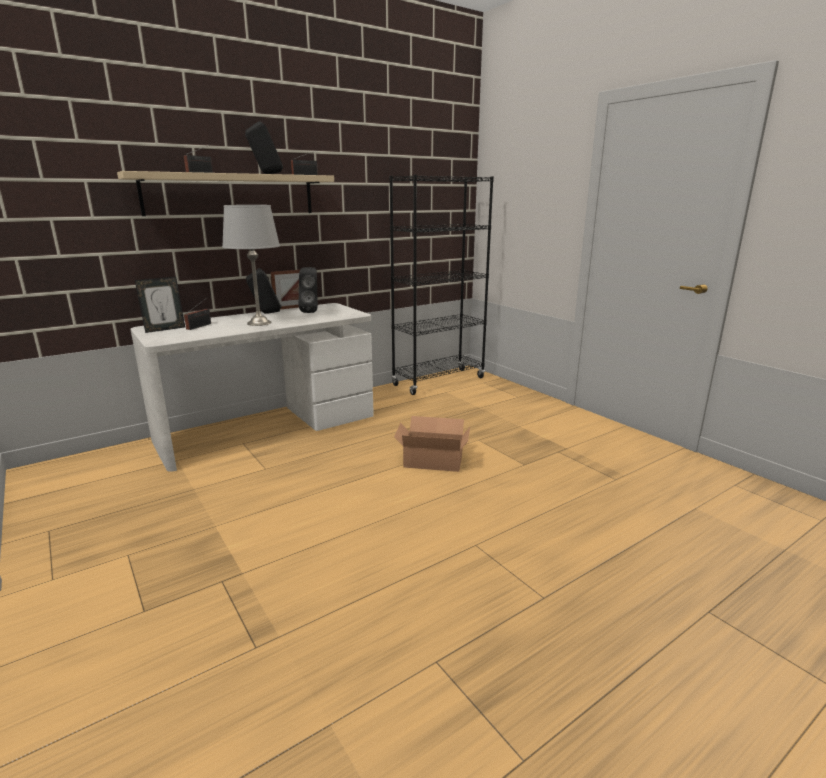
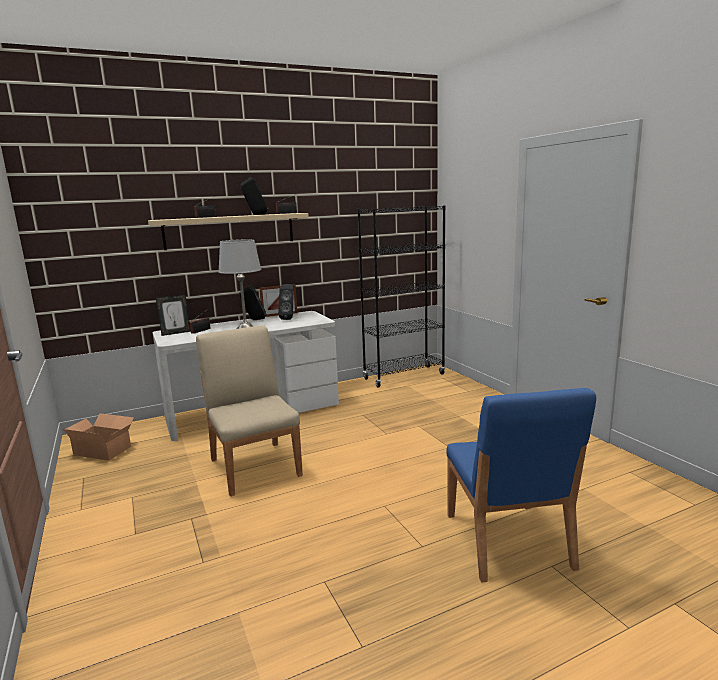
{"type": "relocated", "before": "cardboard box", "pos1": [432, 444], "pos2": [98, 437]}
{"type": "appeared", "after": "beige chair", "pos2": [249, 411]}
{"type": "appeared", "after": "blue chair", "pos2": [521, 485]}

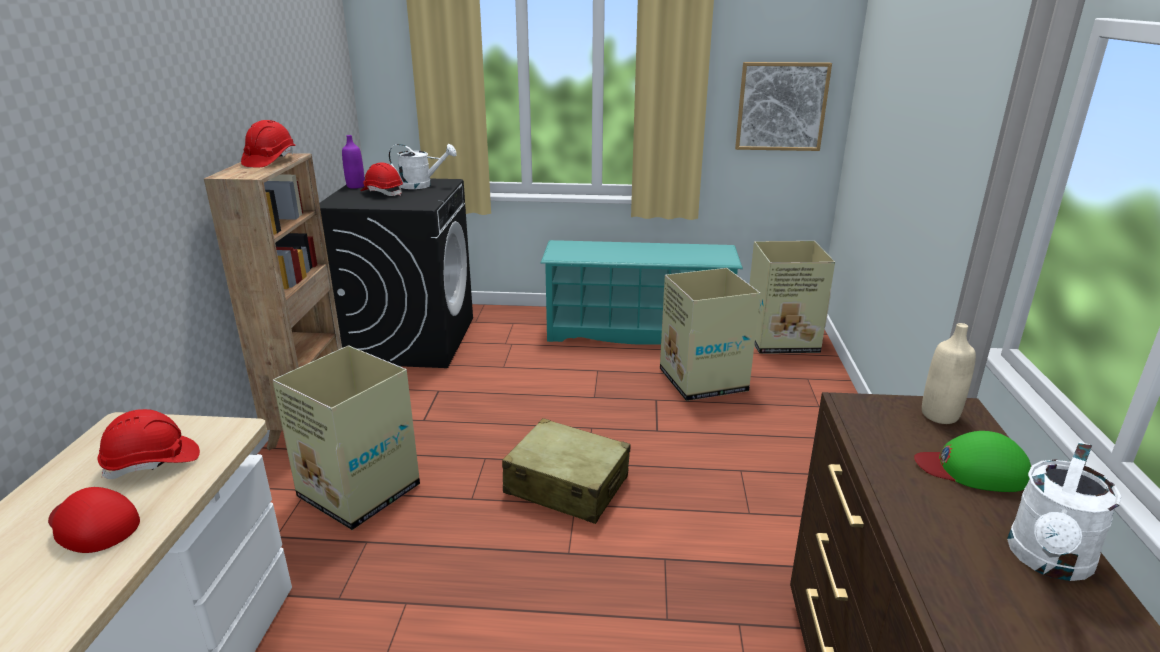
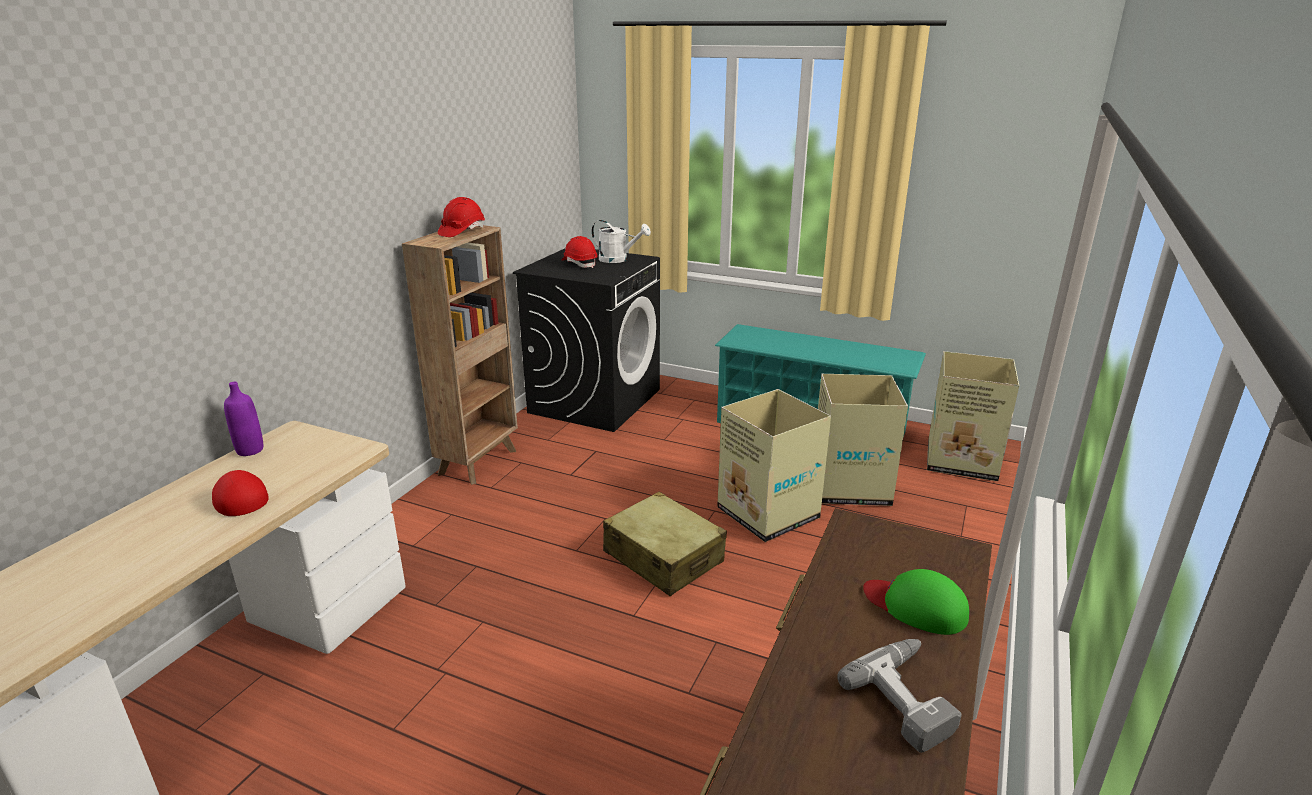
{"type": "missing", "before": "picture", "pos1": [783, 106]}
{"type": "relocated", "before": "purple bottle", "pos1": [353, 162], "pos2": [243, 419]}
{"type": "missing", "before": "beige bottle", "pos1": [949, 373]}
{"type": "relocated", "before": "cardboard box", "pos1": [346, 438], "pos2": [774, 465]}
{"type": "missing", "before": "red hard hat", "pos1": [148, 444]}
{"type": "exchanged", "before": "white watering can", "after": "power drill", "pos1": [1064, 511], "pos2": [899, 696]}

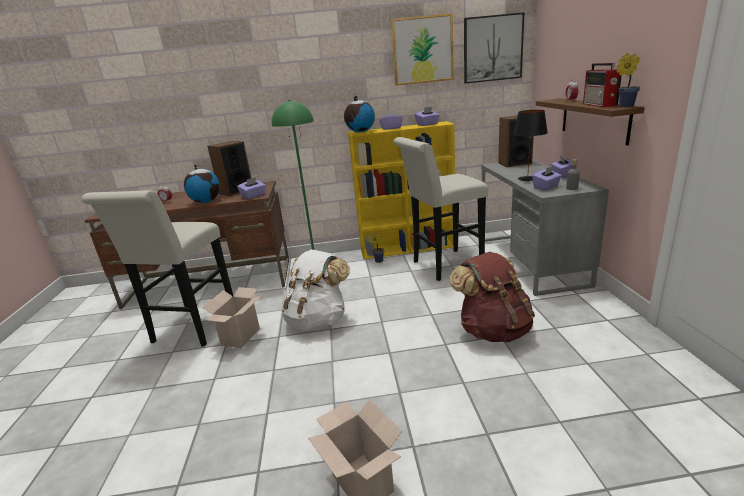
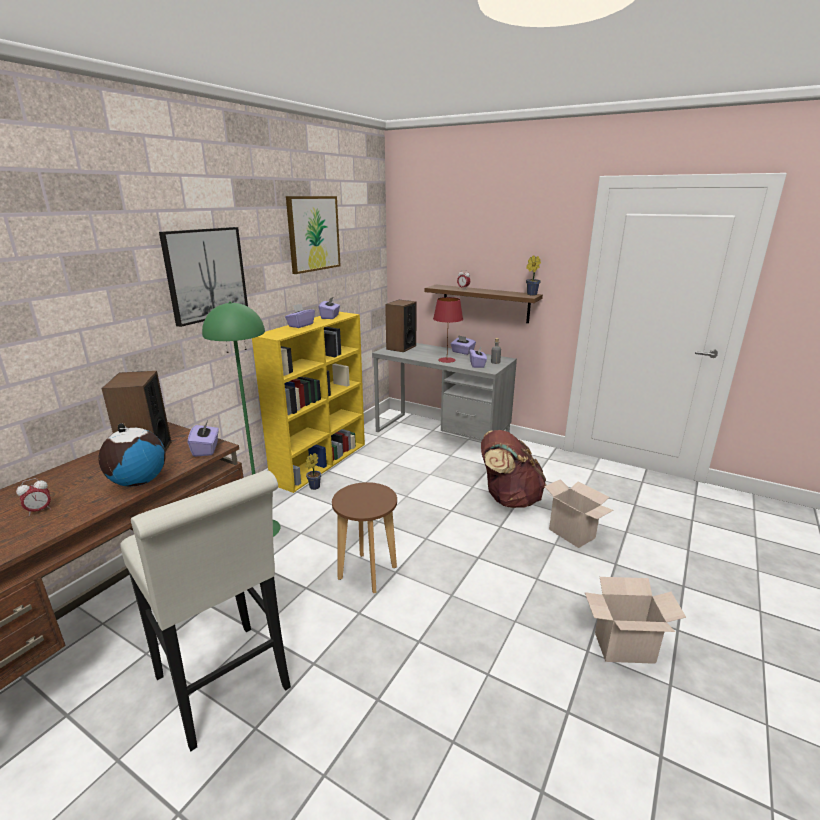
{"type": "relocated", "before": "picture", "pos1": [494, 48], "pos2": [203, 277]}
{"type": "missing", "before": "radio", "pos1": [602, 85]}
{"type": "missing", "before": "globe", "pos1": [359, 114]}
{"type": "colour", "before": "black table lamp", "after": "red table lamp", "pos1": [530, 145], "pos2": [448, 330]}
{"type": "missing", "before": "white stool", "pos1": [441, 209]}
{"type": "exchanged", "before": "white backpack", "after": "brown stool", "pos1": [315, 290], "pos2": [364, 537]}
{"type": "relocated", "before": "cardboard box", "pos1": [231, 317], "pos2": [578, 513]}

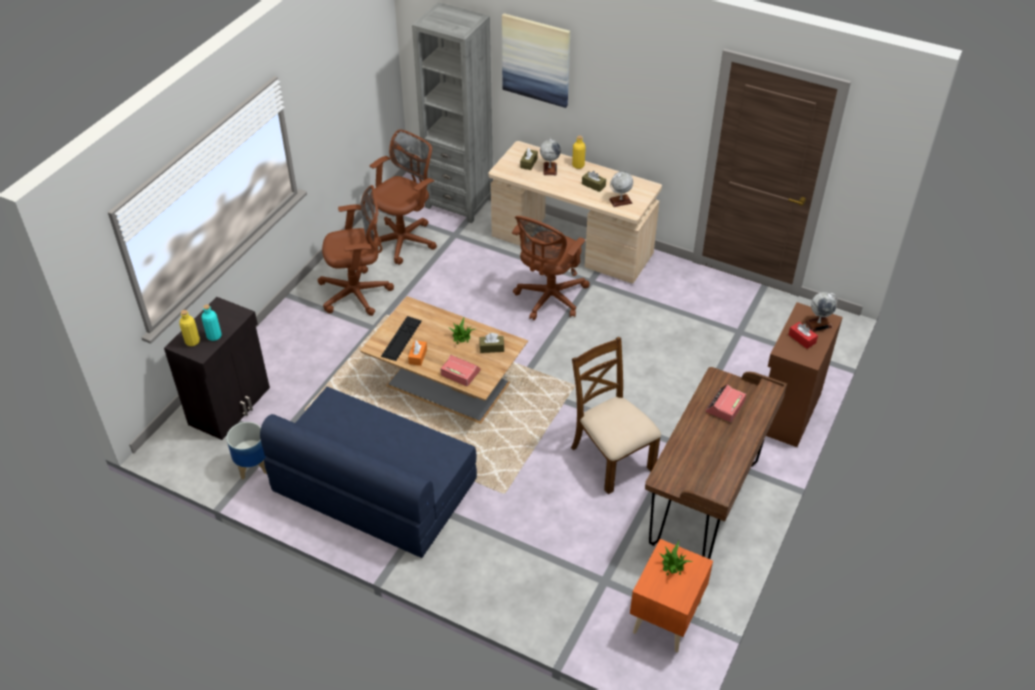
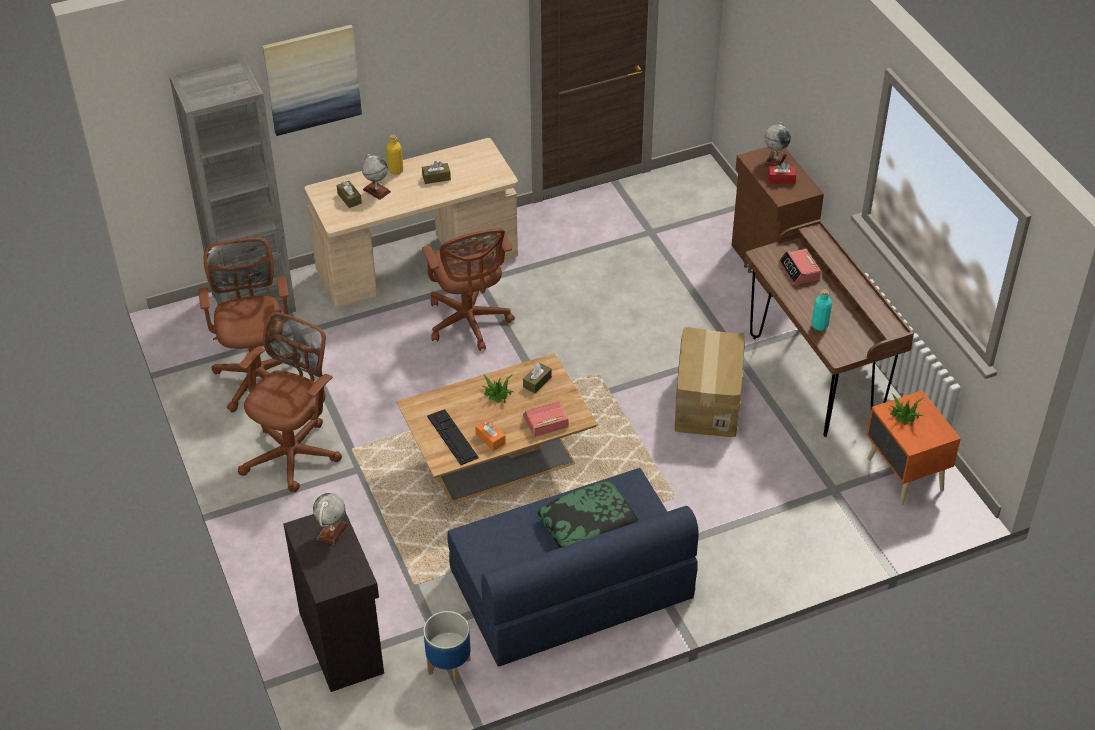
{"type": "relocated", "before": "globe", "pos1": [621, 189], "pos2": [330, 519]}
{"type": "relocated", "before": "turquoise bottle", "pos1": [211, 322], "pos2": [822, 310]}
{"type": "missing", "before": "yellow bottle", "pos1": [189, 328]}
{"type": "exchanged", "before": "brown chair", "after": "cardboard box", "pos1": [616, 415], "pos2": [710, 382]}
{"type": "appeared", "after": "pillow", "pos2": [588, 514]}

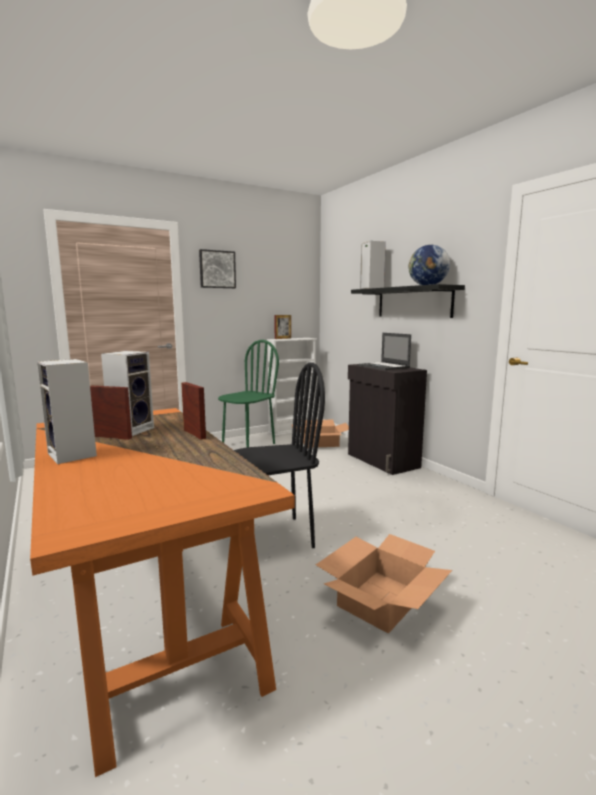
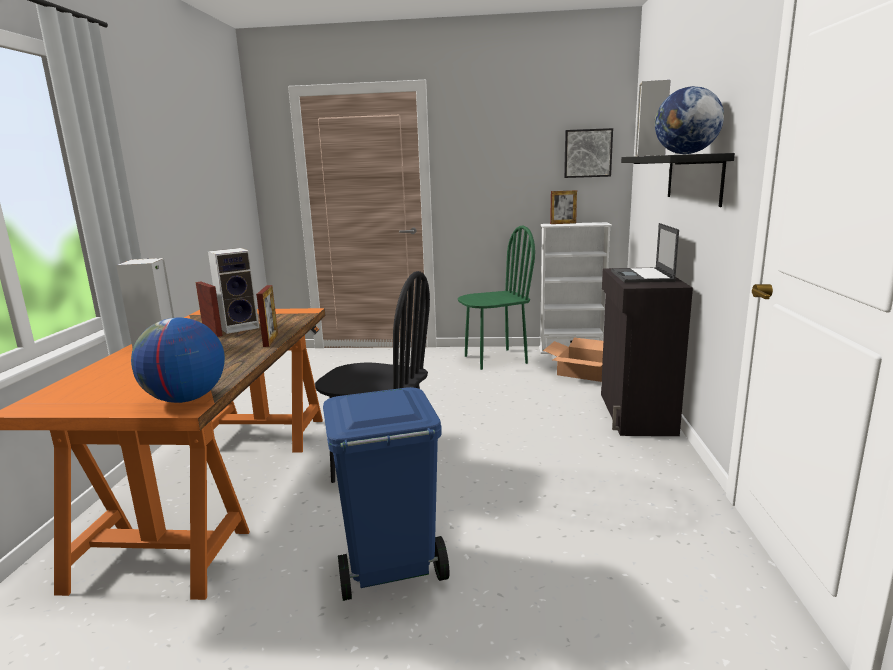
{"type": "relocated", "before": "picture", "pos1": [217, 268], "pos2": [588, 153]}
{"type": "exchanged", "before": "cardboard box", "after": "blue trash can", "pos1": [384, 584], "pos2": [386, 494]}
{"type": "appeared", "after": "globe", "pos2": [178, 360]}

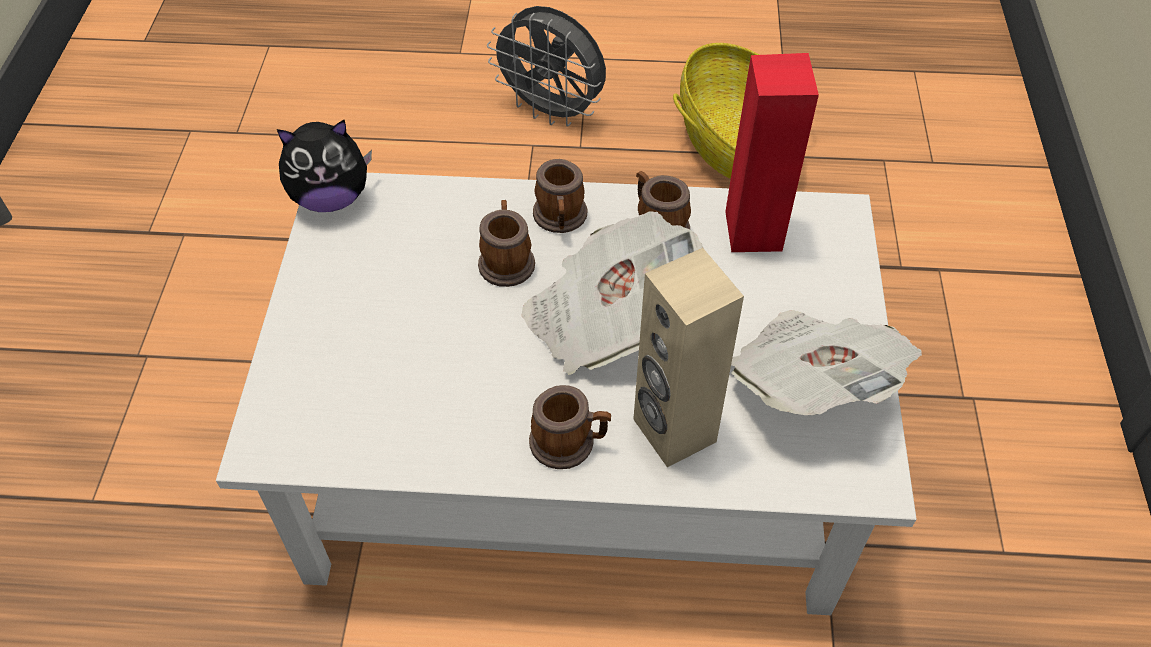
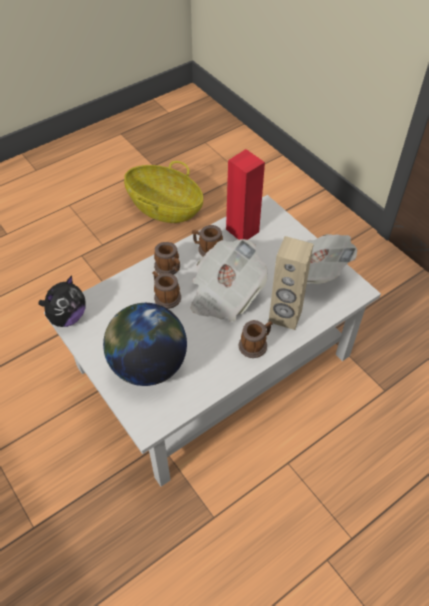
{"type": "missing", "before": "grey fan", "pos1": [546, 66]}
{"type": "appeared", "after": "globe", "pos2": [145, 344]}

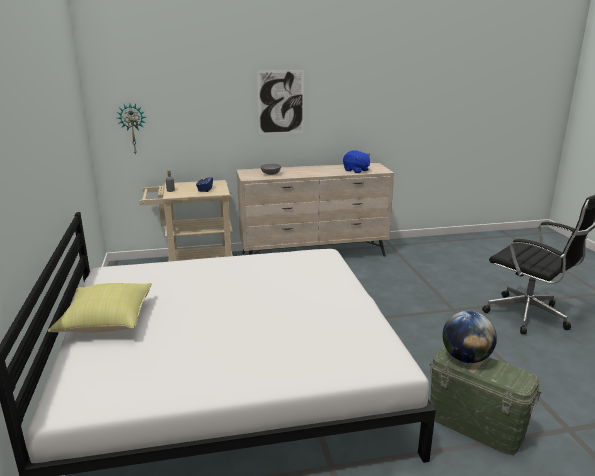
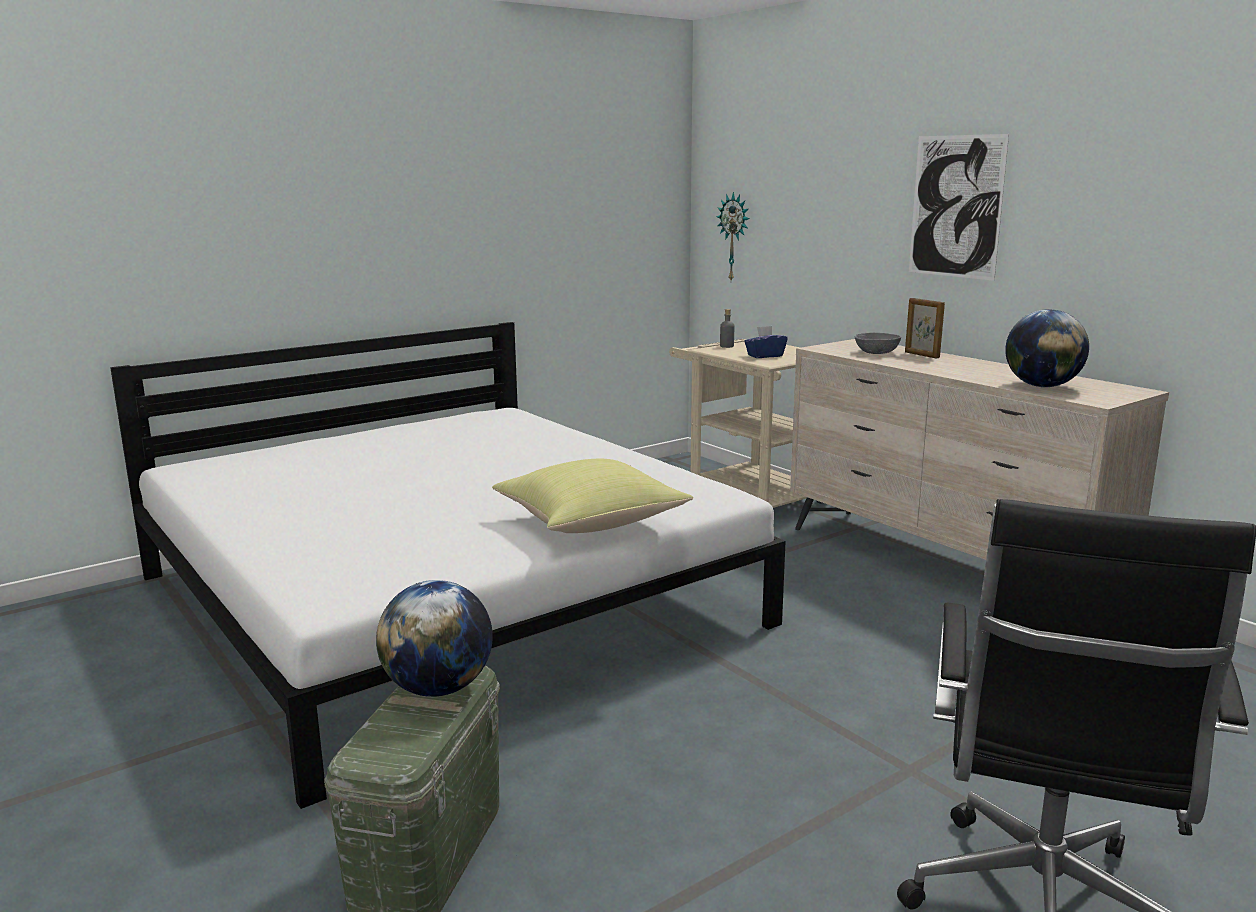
{"type": "exchanged", "before": "blue plush toy", "after": "globe", "pos1": [356, 161], "pos2": [1047, 348]}
{"type": "relocated", "before": "yellow pillow", "pos1": [100, 307], "pos2": [592, 496]}
{"type": "appeared", "after": "picture frame", "pos2": [925, 328]}

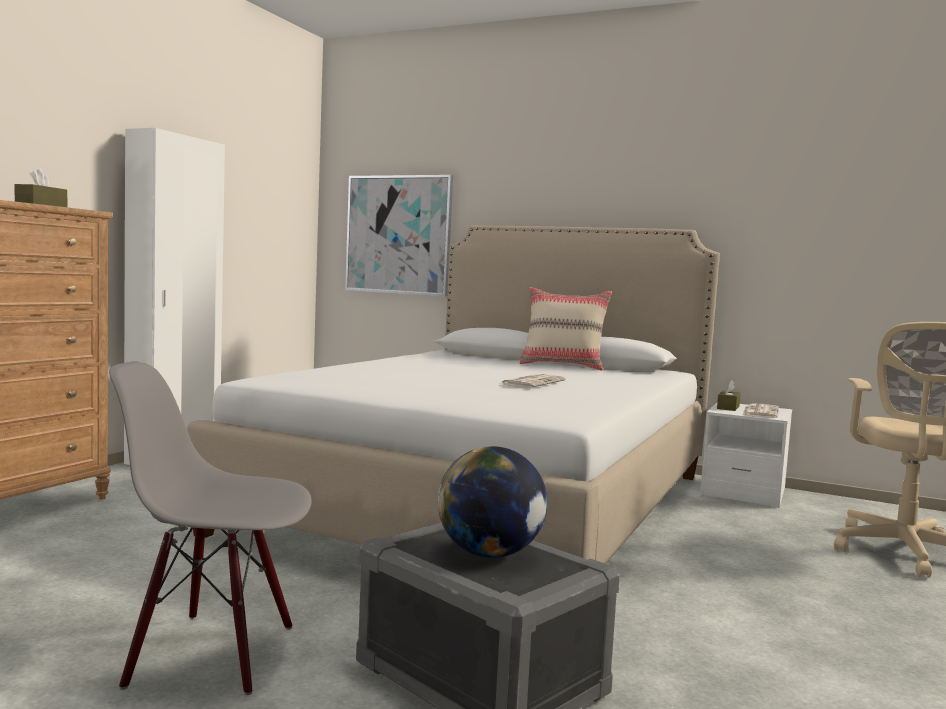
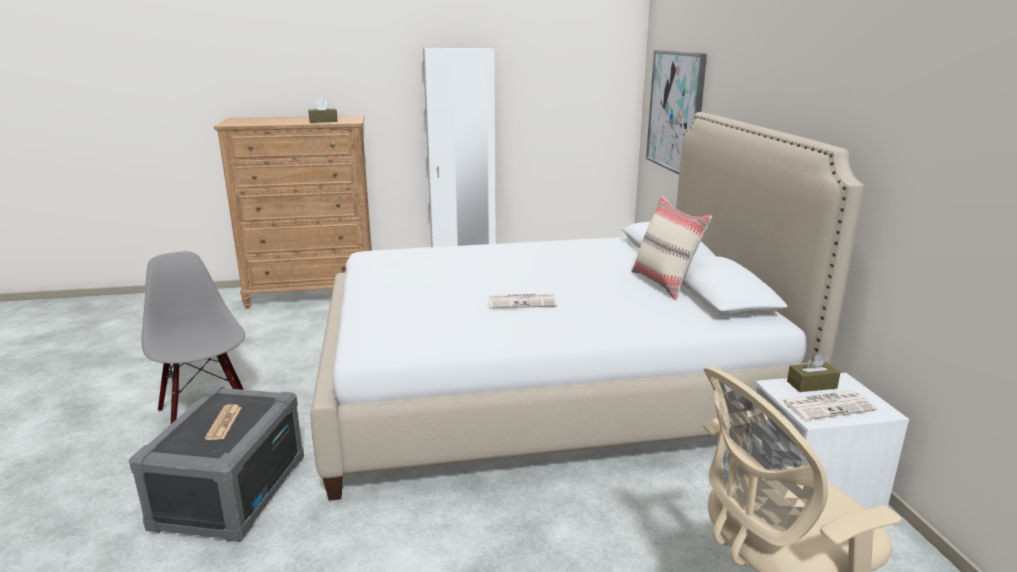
{"type": "exchanged", "before": "globe", "after": "newspaper", "pos1": [492, 502], "pos2": [223, 422]}

